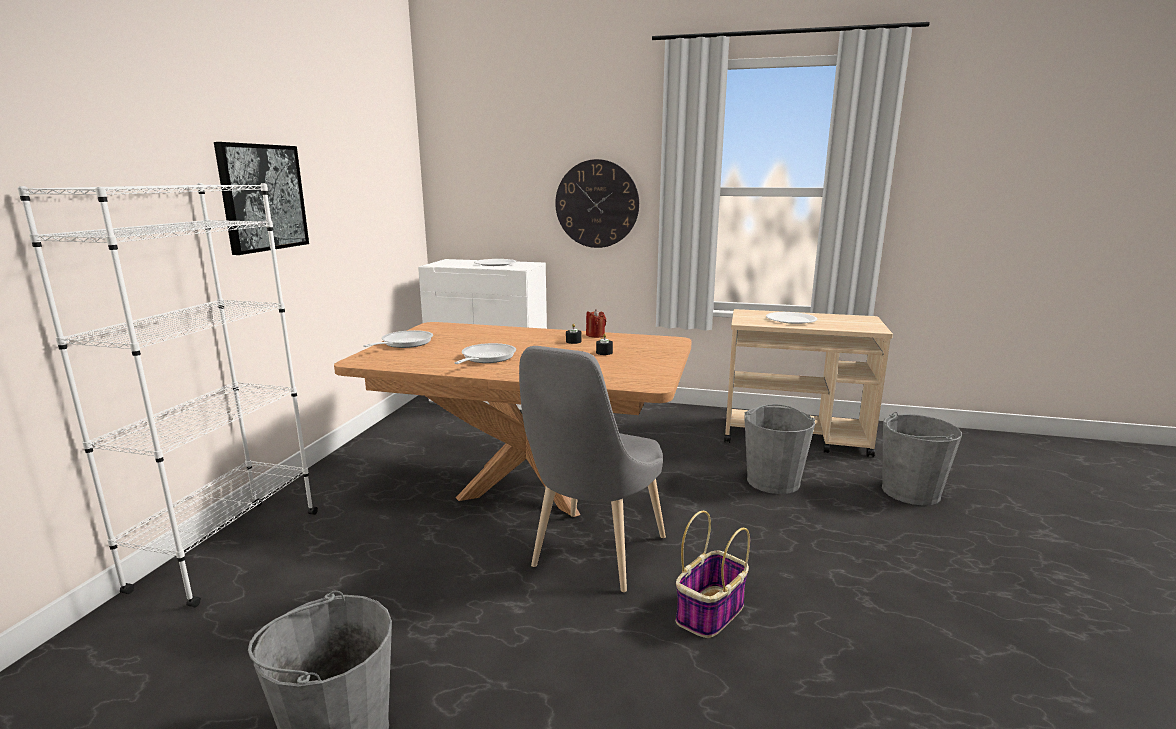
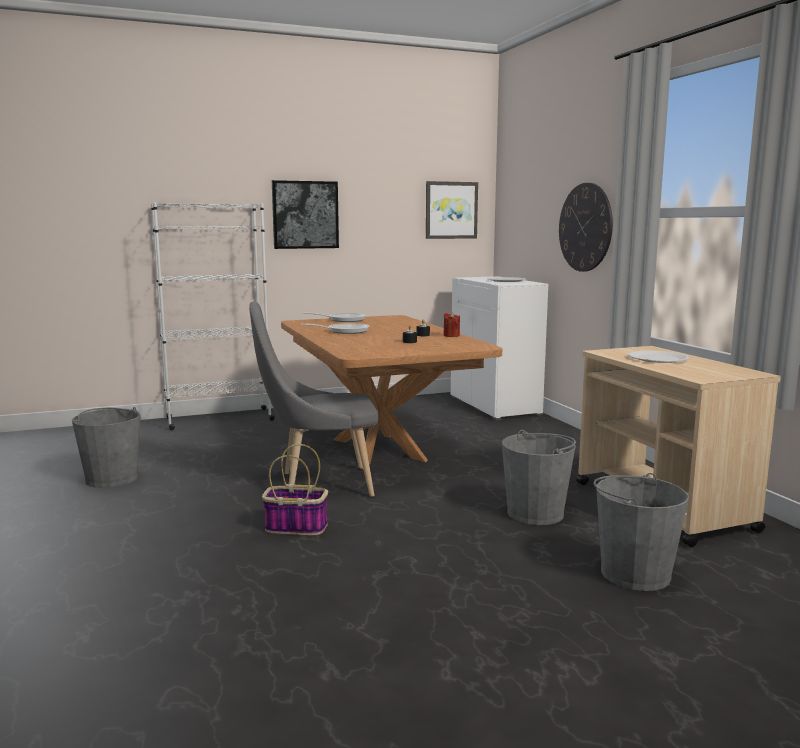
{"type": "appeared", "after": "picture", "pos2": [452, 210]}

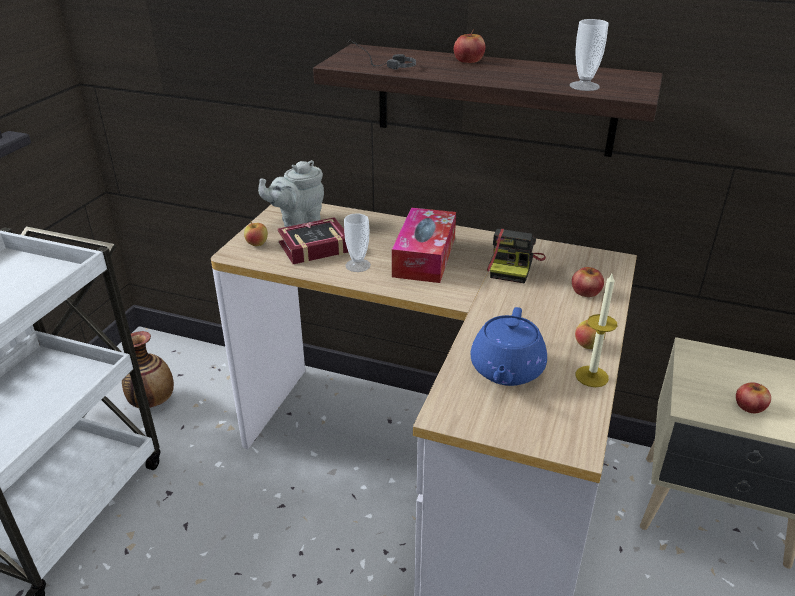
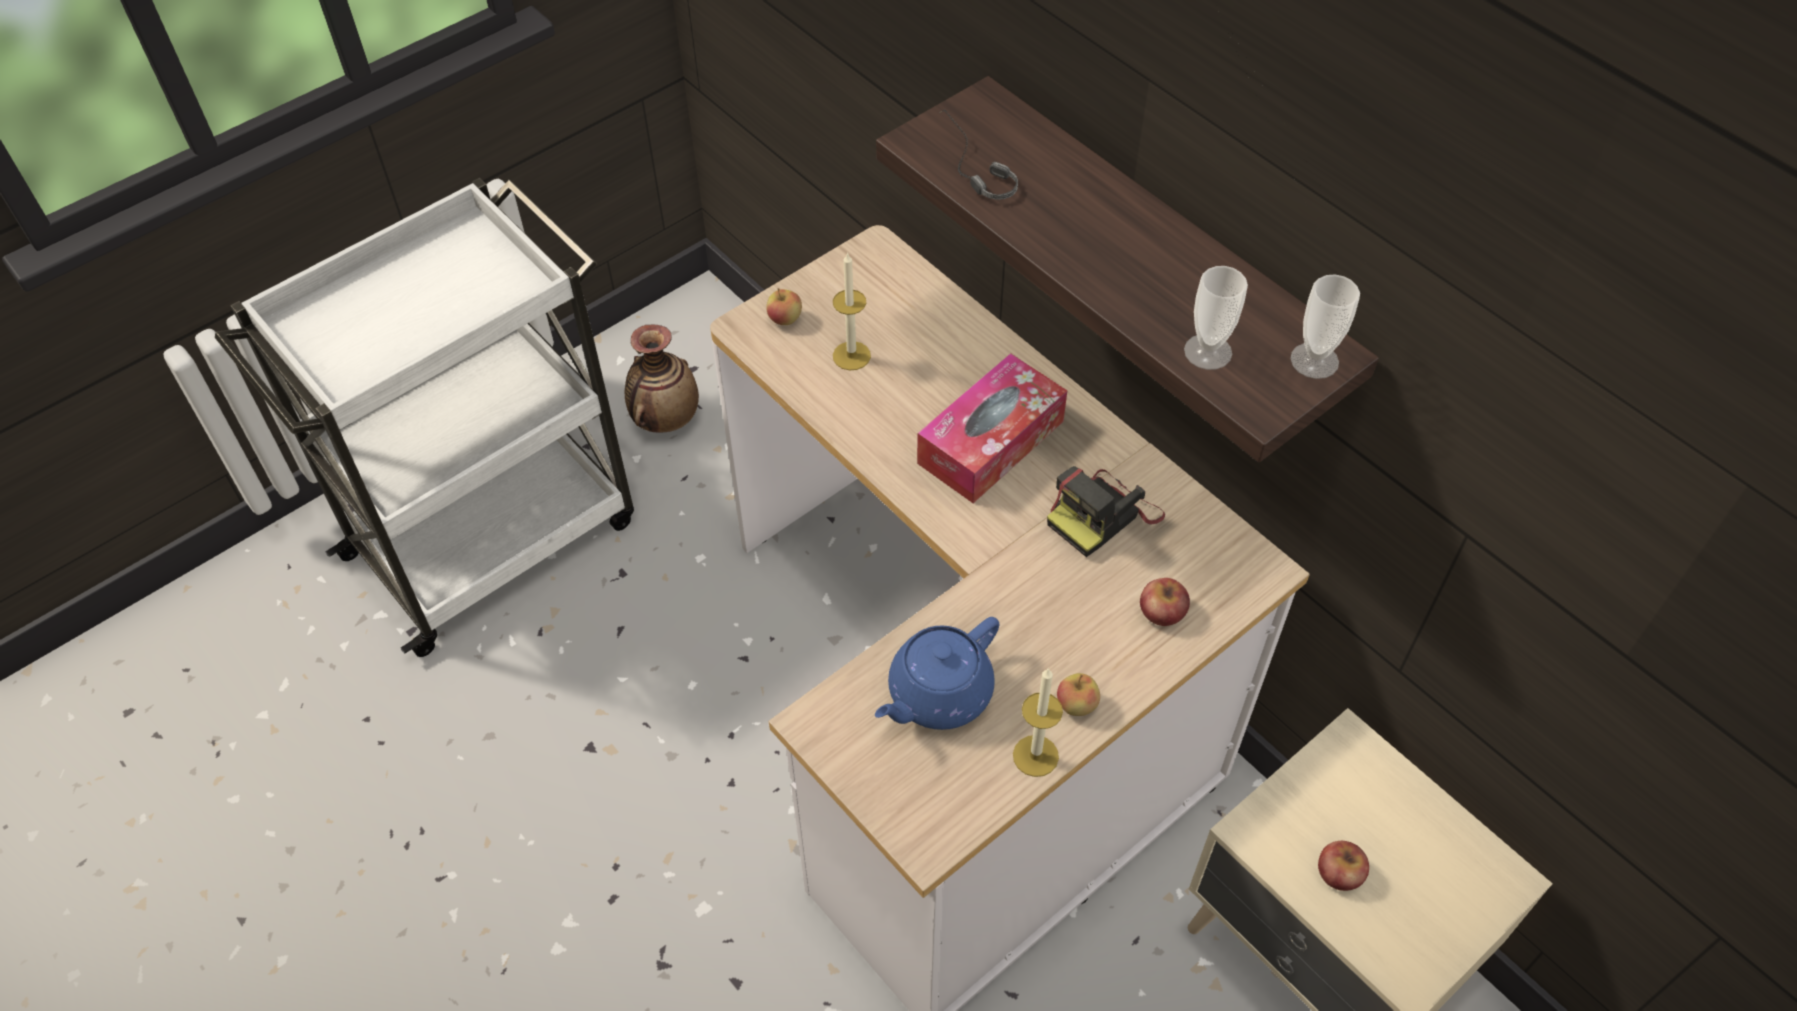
{"type": "missing", "before": "apple", "pos1": [469, 46]}
{"type": "missing", "before": "grey teapot", "pos1": [291, 193]}
{"type": "relocated", "before": "cup", "pos1": [357, 242], "pos2": [1325, 326]}
{"type": "exchanged", "before": "book", "after": "candle", "pos1": [312, 240], "pos2": [852, 311]}

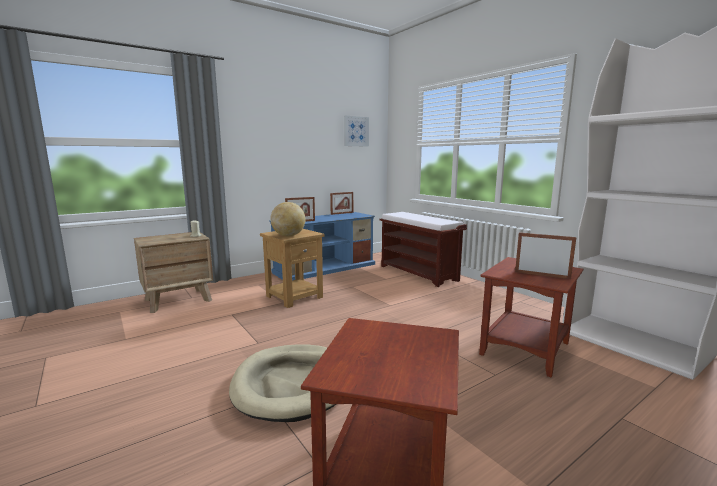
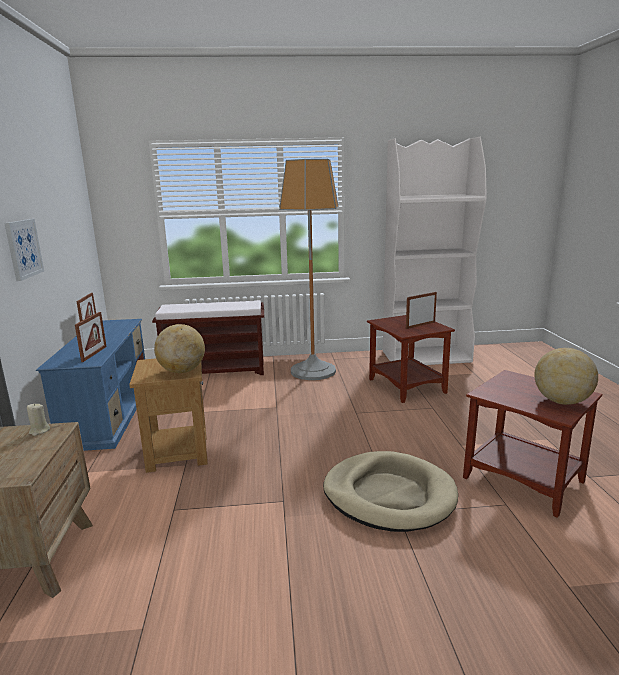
{"type": "relocated", "before": "picture", "pos1": [356, 131], "pos2": [24, 250]}
{"type": "appeared", "after": "floor lamp", "pos2": [309, 269]}
{"type": "appeared", "after": "globe", "pos2": [566, 376]}

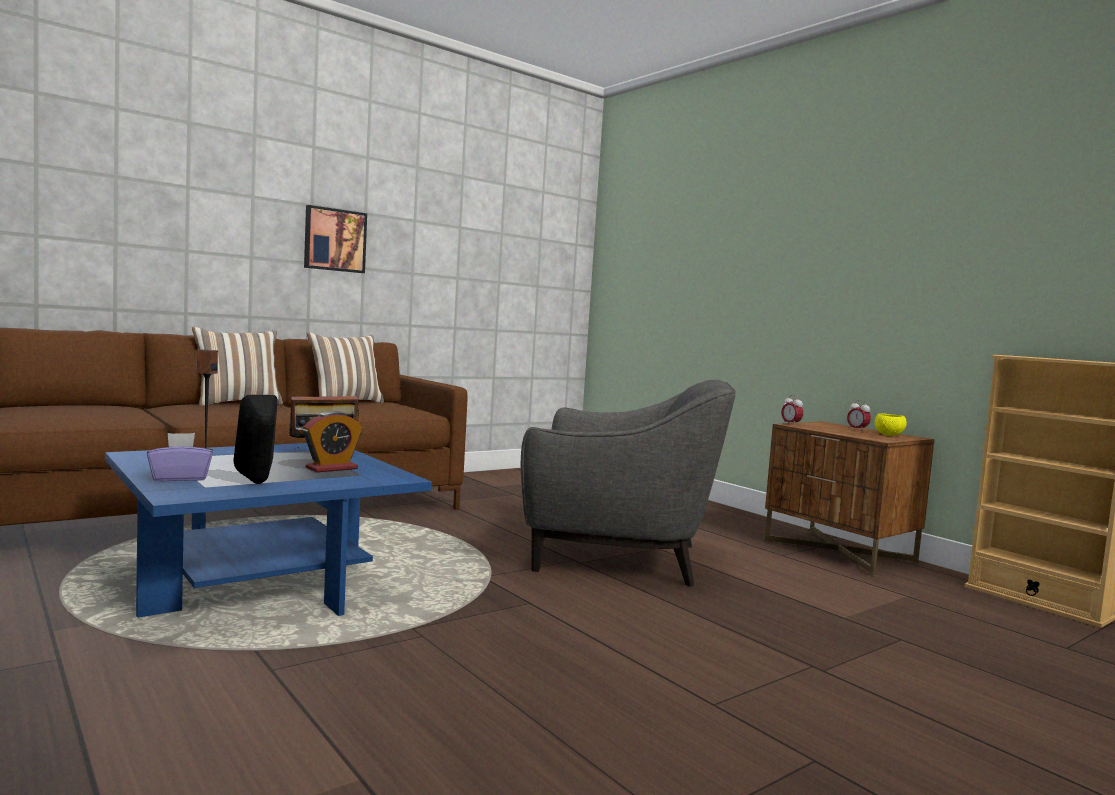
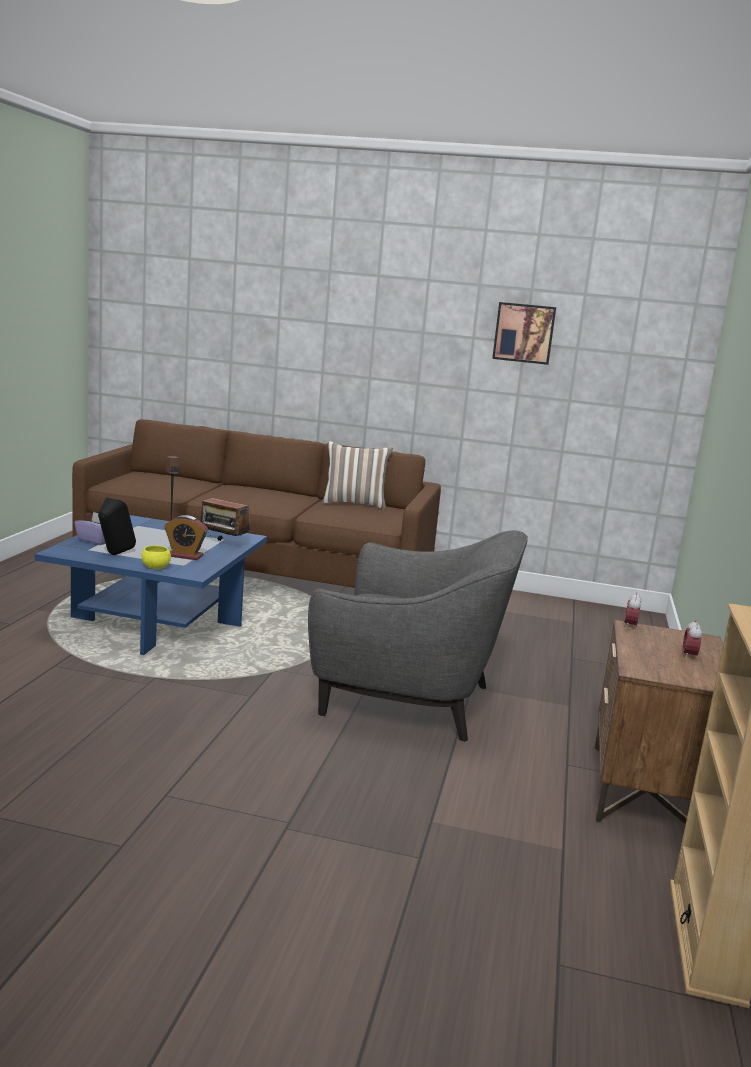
{"type": "relocated", "before": "picture", "pos1": [335, 239], "pos2": [524, 333]}
{"type": "missing", "before": "pillow", "pos1": [237, 366]}
{"type": "spun", "before": "grey armchair", "pos1": [628, 483], "pos2": [418, 636], "turn": -45}
{"type": "relocated", "before": "yellow bowl", "pos1": [891, 424], "pos2": [156, 557]}

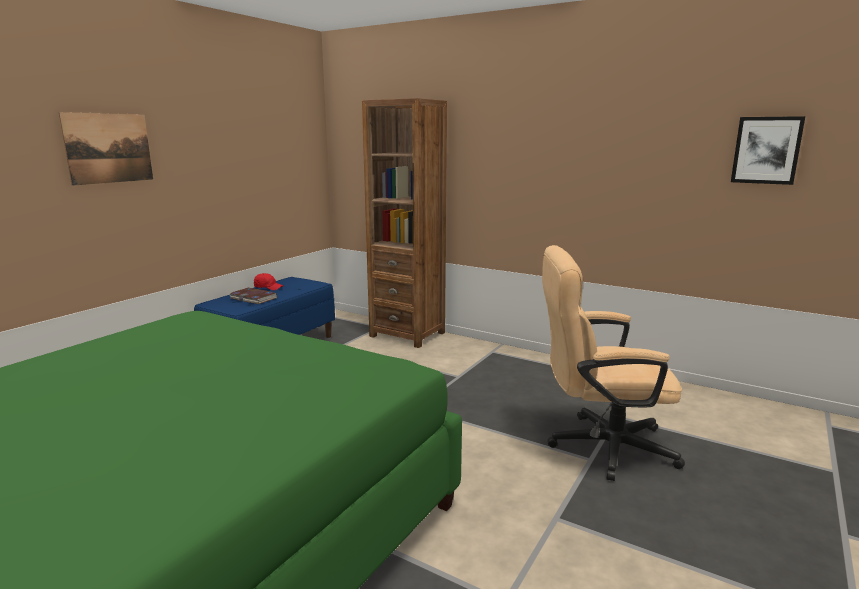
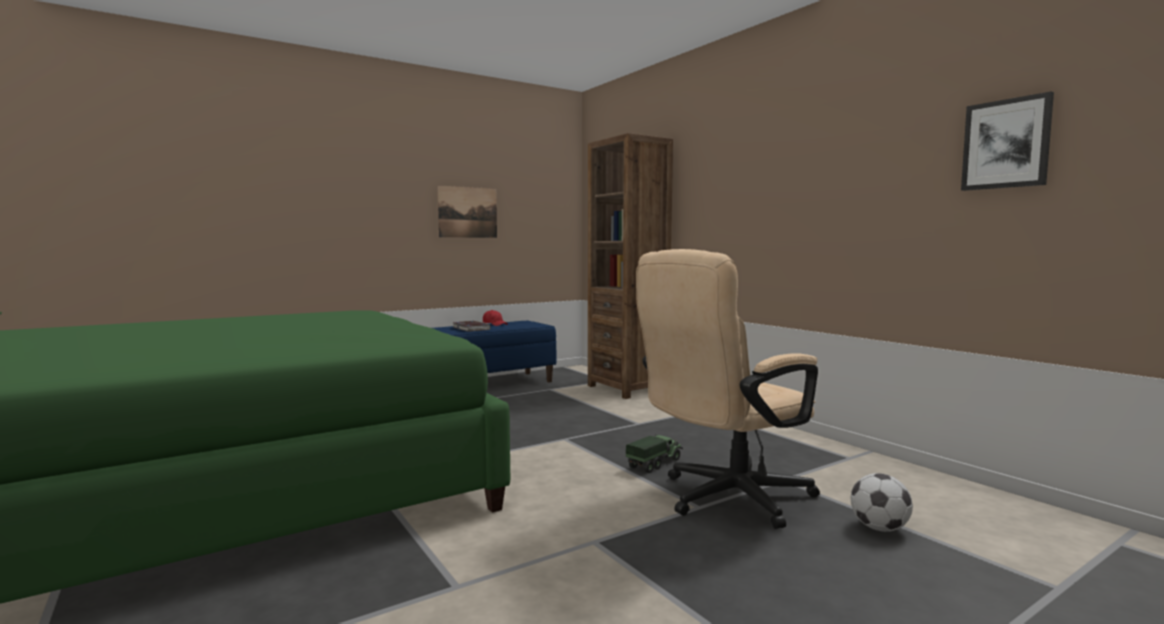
{"type": "relocated", "before": "picture", "pos1": [106, 149], "pos2": [467, 211]}
{"type": "spun", "before": "beige office chair", "pos1": [613, 363], "pos2": [728, 389], "turn": -60}
{"type": "appeared", "after": "toy truck", "pos2": [654, 454]}
{"type": "appeared", "after": "football", "pos2": [882, 502]}

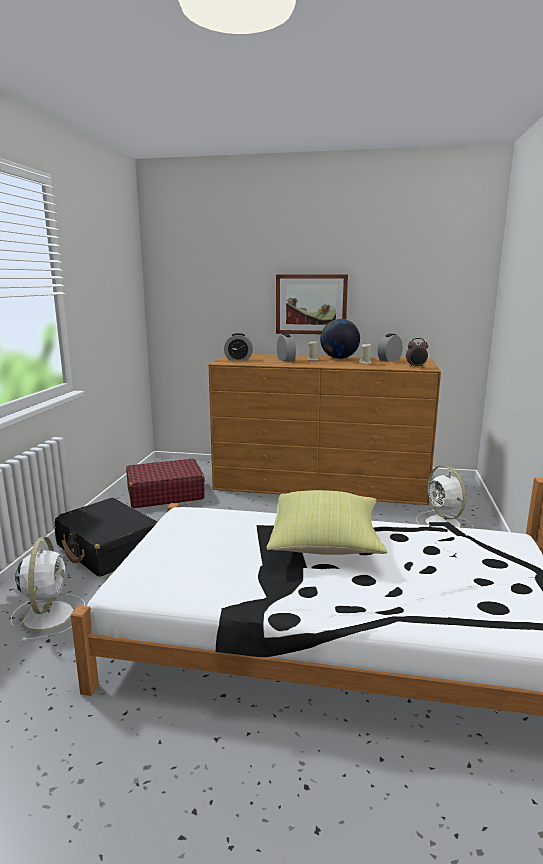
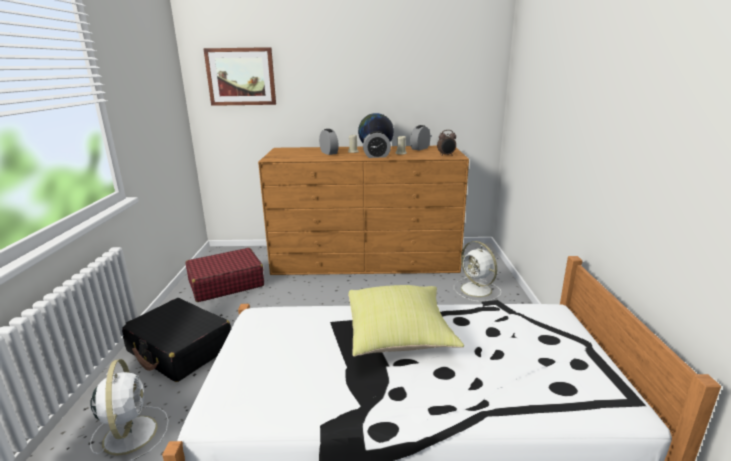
{"type": "relocated", "before": "picture", "pos1": [312, 304], "pos2": [239, 76]}
{"type": "relocated", "before": "alarm clock", "pos1": [238, 346], "pos2": [377, 144]}

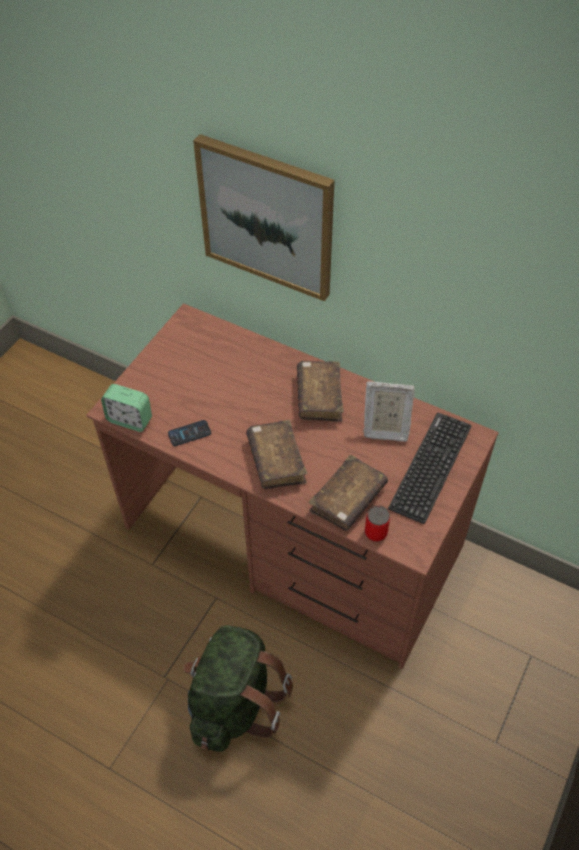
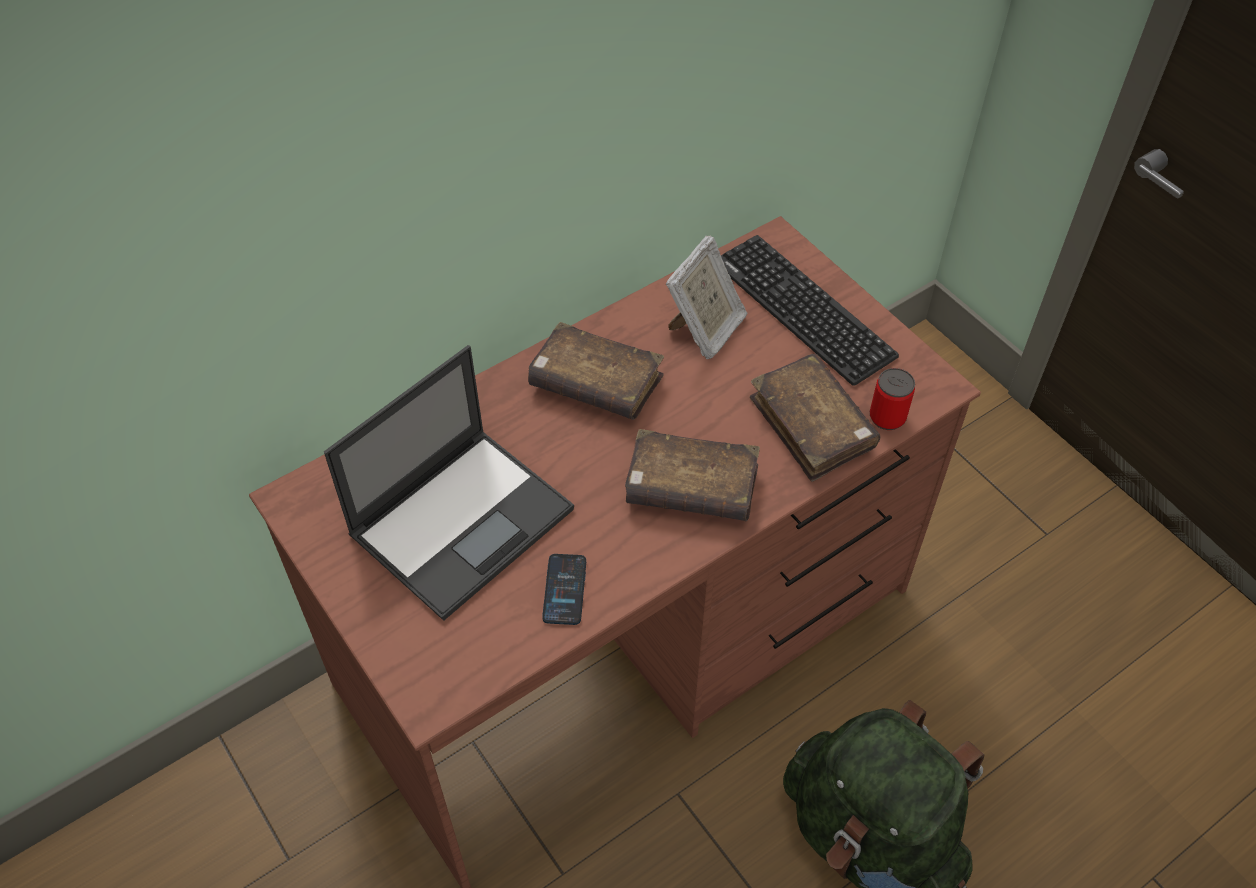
{"type": "missing", "before": "picture", "pos1": [263, 217]}
{"type": "missing", "before": "alarm clock", "pos1": [126, 408]}
{"type": "appeared", "after": "laptop", "pos2": [449, 482]}

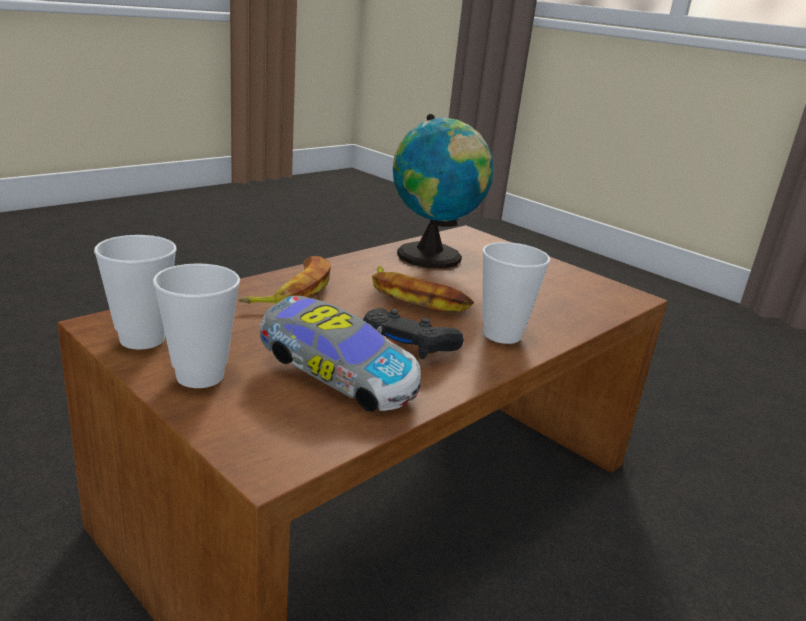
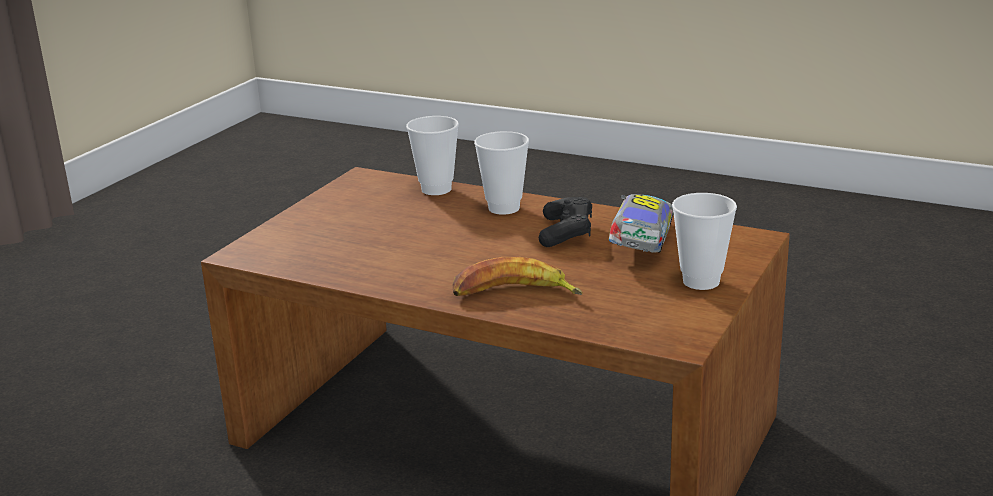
{"type": "missing", "before": "globe", "pos1": [443, 191]}
{"type": "relocated", "before": "cup", "pos1": [135, 292], "pos2": [432, 155]}
{"type": "missing", "before": "banana", "pos1": [423, 289]}

